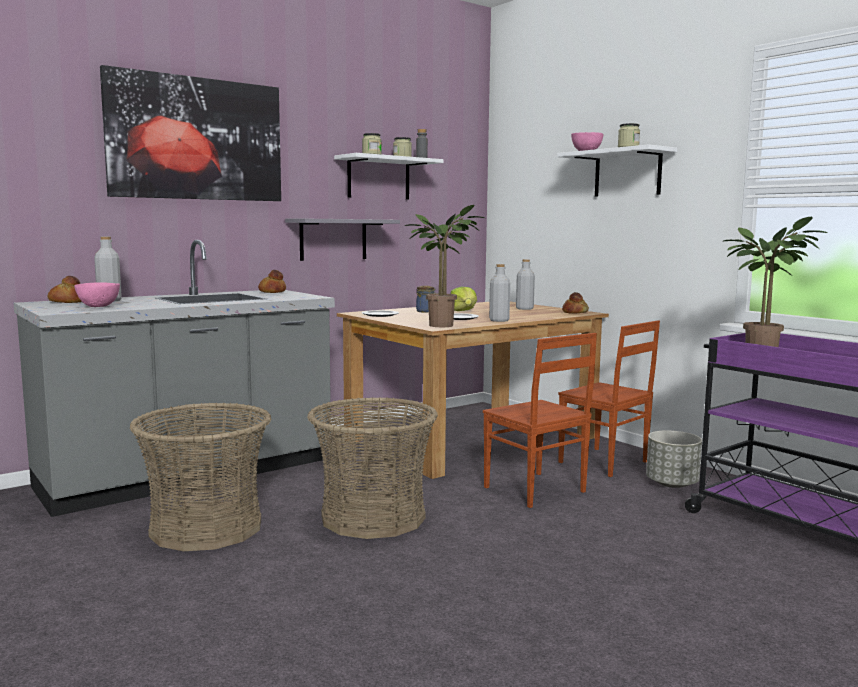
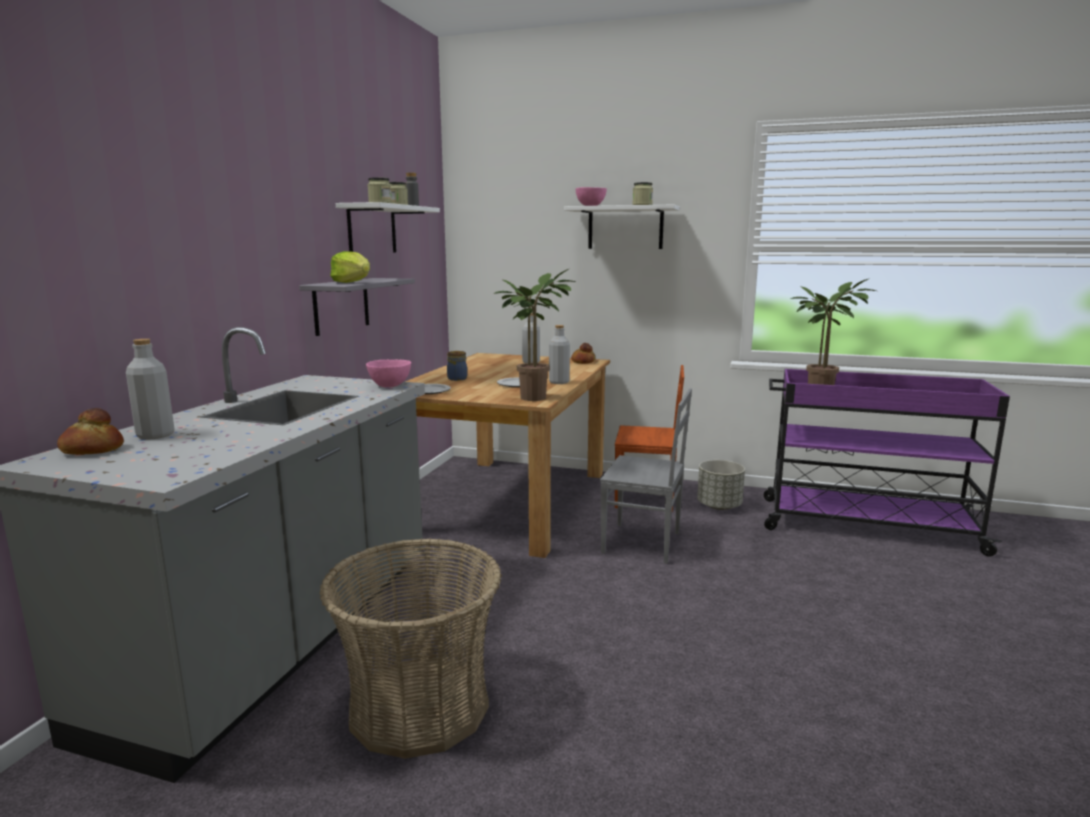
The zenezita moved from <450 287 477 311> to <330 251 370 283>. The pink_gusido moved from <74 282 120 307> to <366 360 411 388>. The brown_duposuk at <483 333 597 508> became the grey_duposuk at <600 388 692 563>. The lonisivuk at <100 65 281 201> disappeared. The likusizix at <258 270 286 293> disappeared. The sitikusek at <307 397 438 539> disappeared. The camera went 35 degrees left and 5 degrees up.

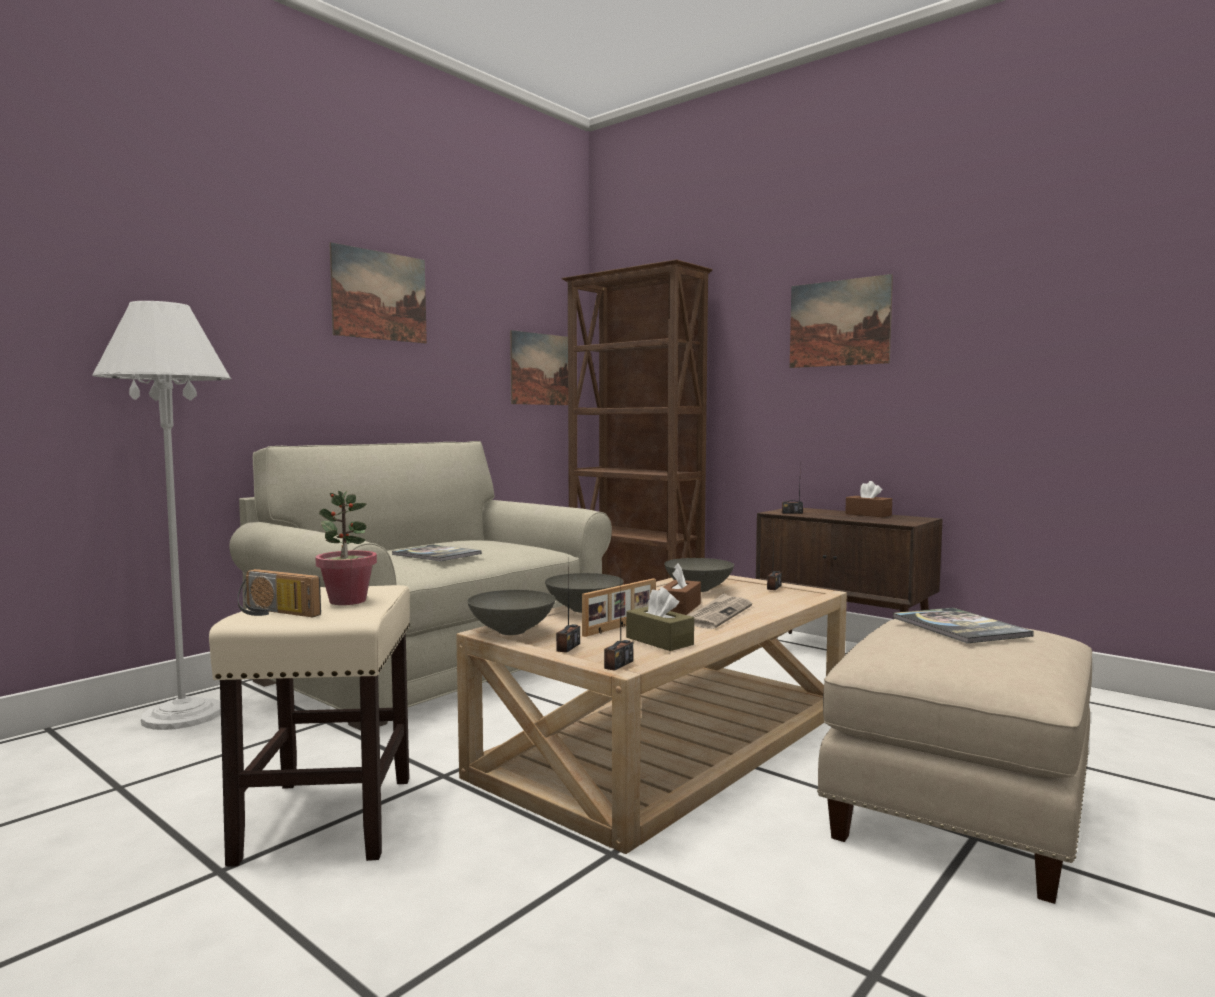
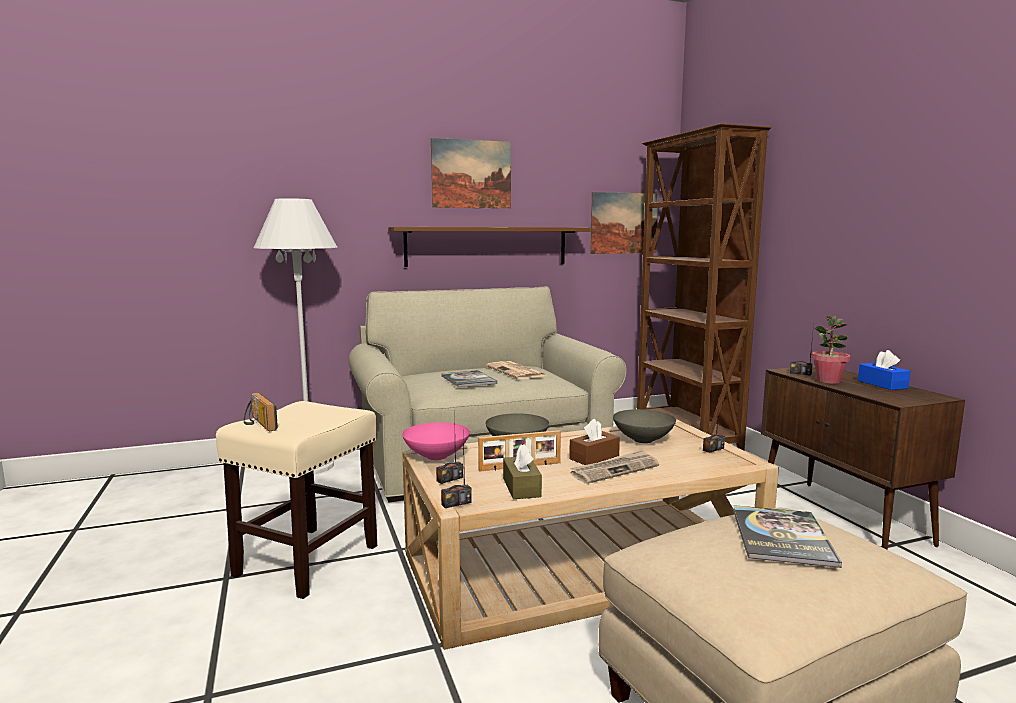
The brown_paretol at <388 227 591 267> appeared. The grey_gusido at <467 590 555 635> became the pink_gusido at <402 422 470 460>. The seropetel at <486 361 546 379> appeared. The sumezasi moved from <316 491 377 605> to <812 315 850 384>. The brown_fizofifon at <845 481 892 517> became the blue_fizofifon at <858 350 911 390>. The lonisivuk at <790 274 893 368> disappeared. The camera went 30 degrees right and 5 degrees up.

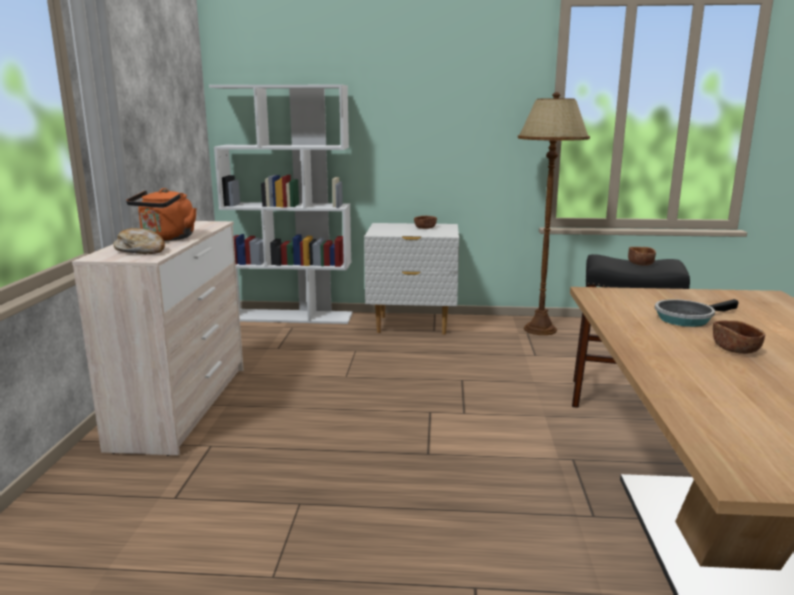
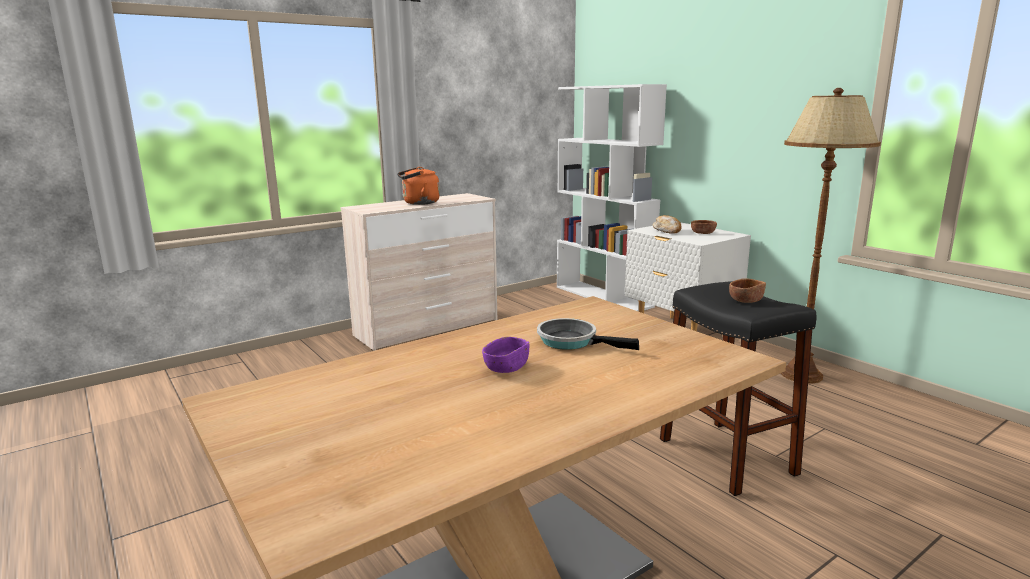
The brown_gusido at <713 320 765 354> became the purple_gusido at <482 337 529 373>. The likusizix moved from <113 228 165 254> to <653 215 681 234>. The camera went 50 degrees right and 0 degrees up.

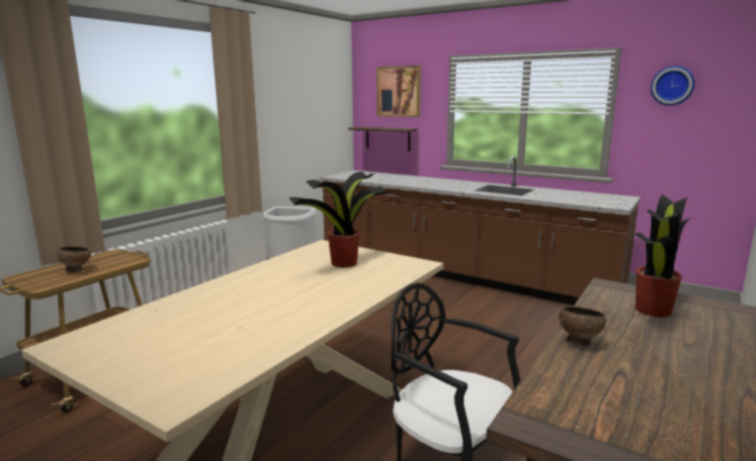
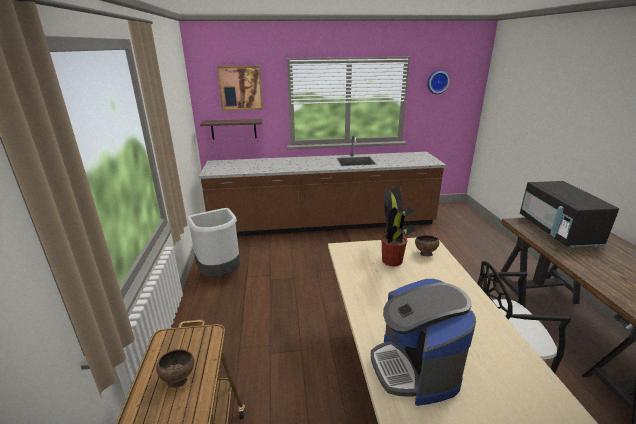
The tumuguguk at <371 279 476 406> appeared. The brown_gusido moved from <559 306 606 346> to <415 235 439 257>. The sumezasi at <635 194 693 317> was replaced by the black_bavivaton at <520 181 619 249>. The camera went 40 degrees left and 10 degrees up.

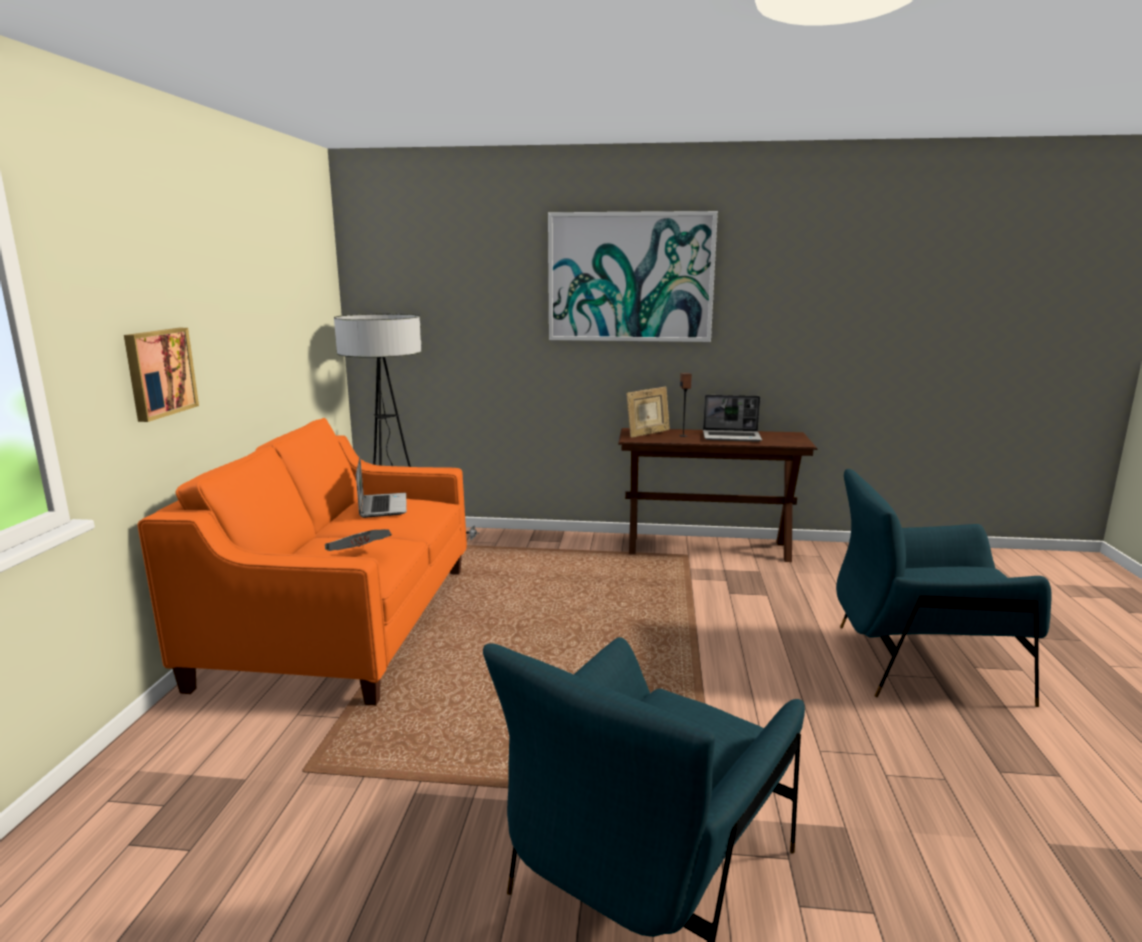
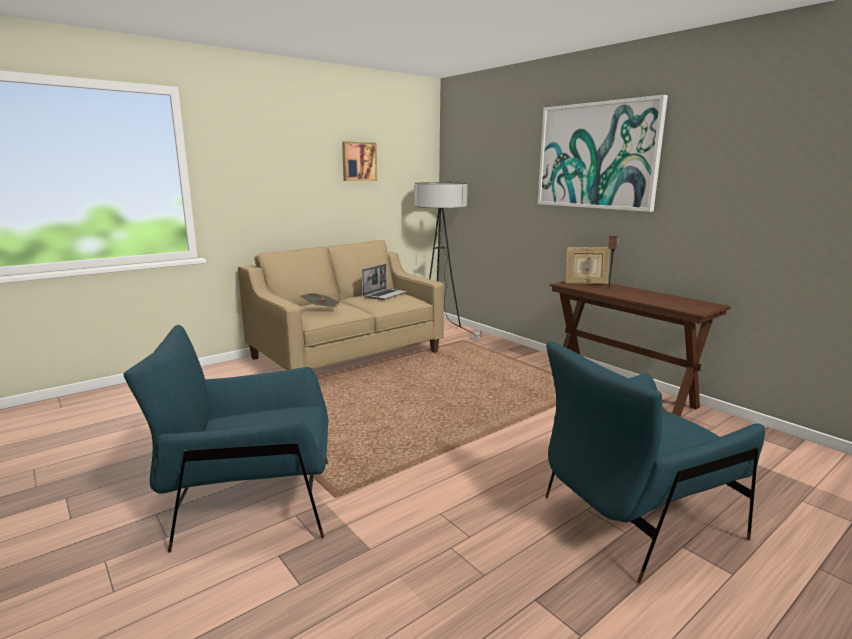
The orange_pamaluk at <138 418 467 705> became the beige_pamaluk at <238 240 444 370>. The lonisivuk moved from <124 328 199 422> to <342 141 377 181>. The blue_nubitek at <836 469 1052 707> turned 75 degrees counterclockwise. The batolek at <703 395 762 442> disappeared. The camera went 45 degrees right and 0 degrees up.

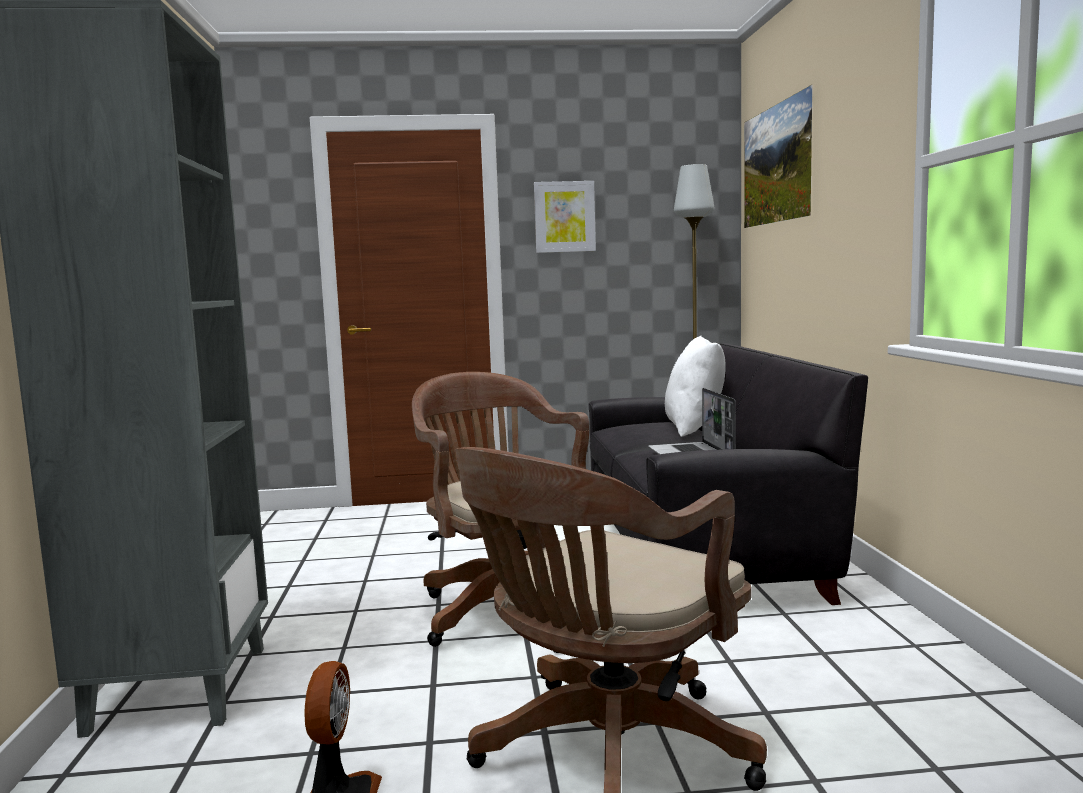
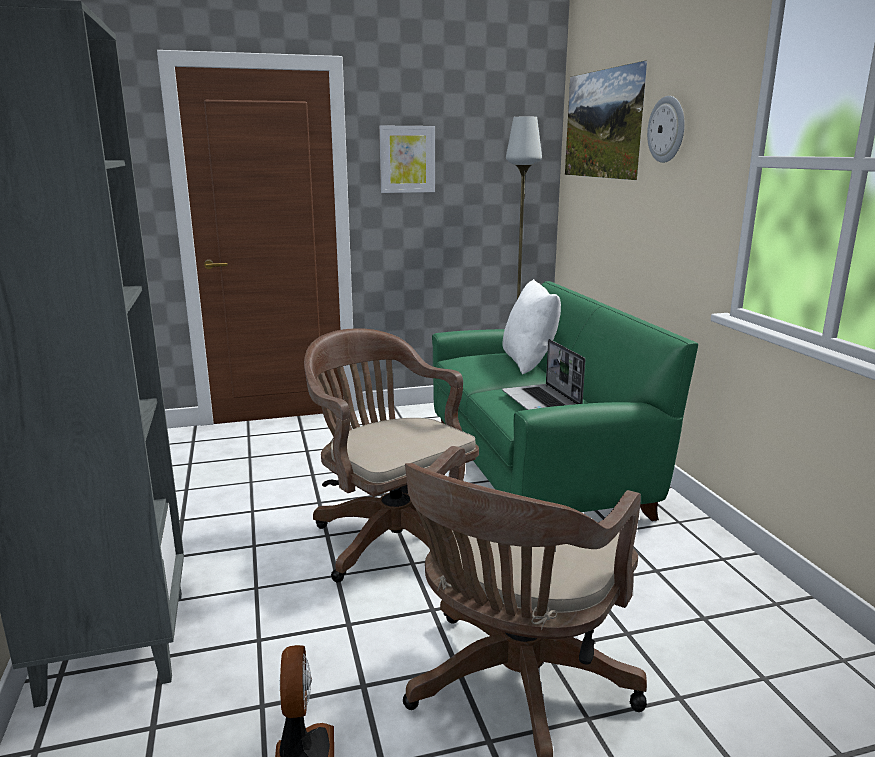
The black_pamaluk at <589 343 868 605> became the green_pamaluk at <432 281 698 521>. The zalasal at <647 96 685 163> appeared. The camera went 10 degrees left and 10 degrees up.

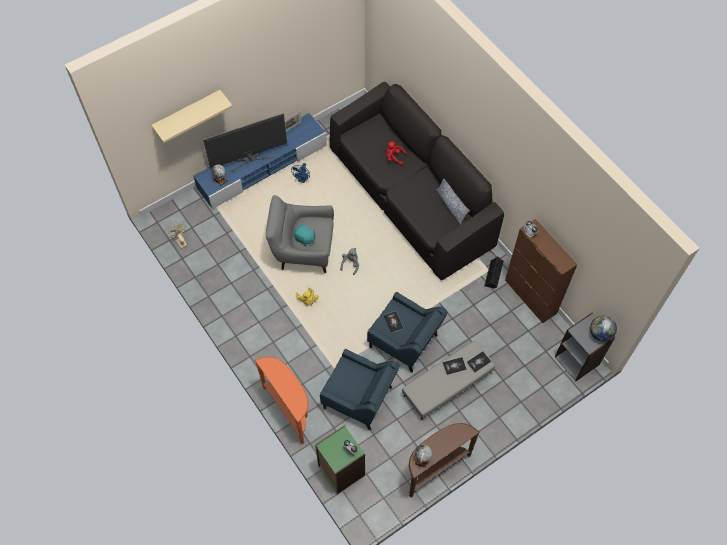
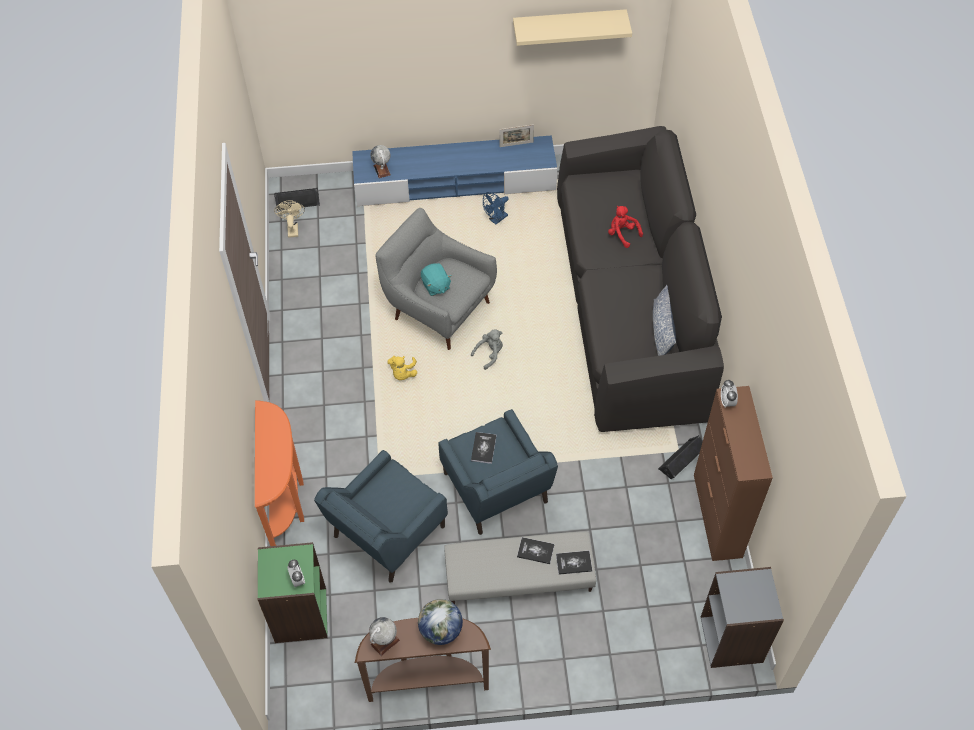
The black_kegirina at <274 188 320 211> appeared. The blue_nubitek at <320 349 400 430> turned 75 degrees clockwise. The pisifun moved from <590 316 617 342> to <418 599 463 645>. The beige_paretol moved from <151 90 233 143> to <513 9 632 46>. The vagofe at <203 113 287 172> disappeared. The camera went 30 degrees right and 5 degrees down.

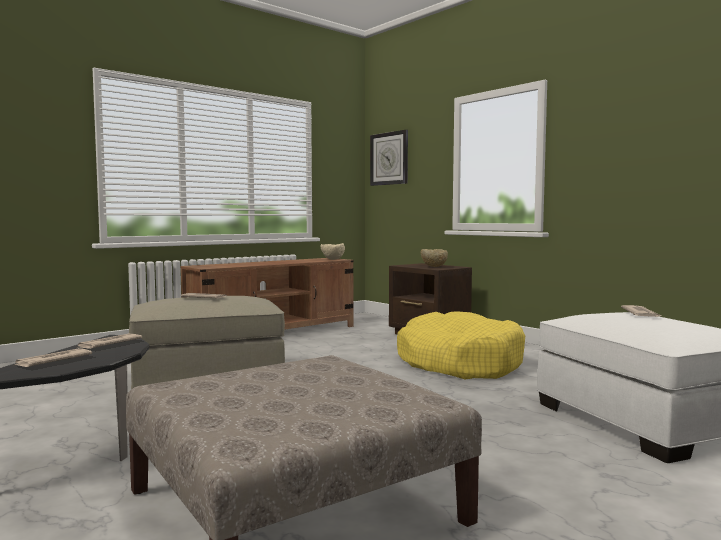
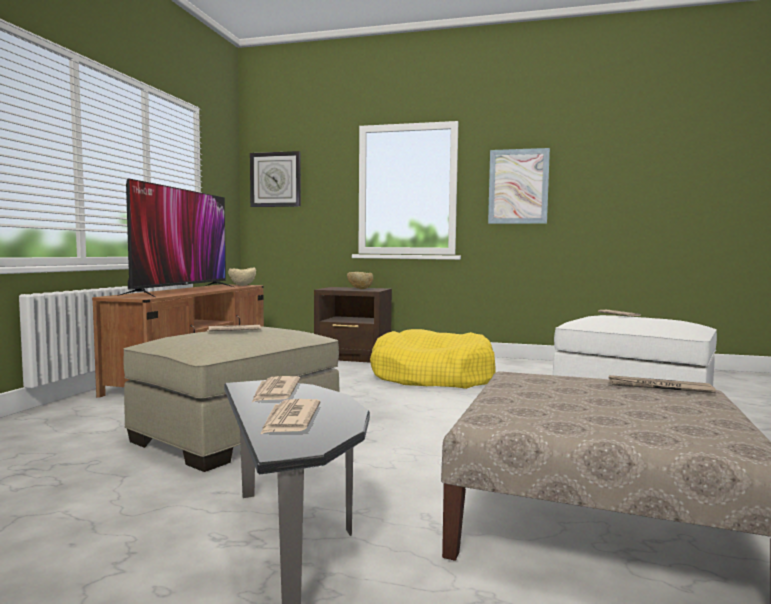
The vagofe at <117 178 233 297> appeared. The lonisivuk at <488 148 550 224> appeared. The seropetel at <609 375 716 393> appeared. The camera went 35 degrees left and 0 degrees up.

